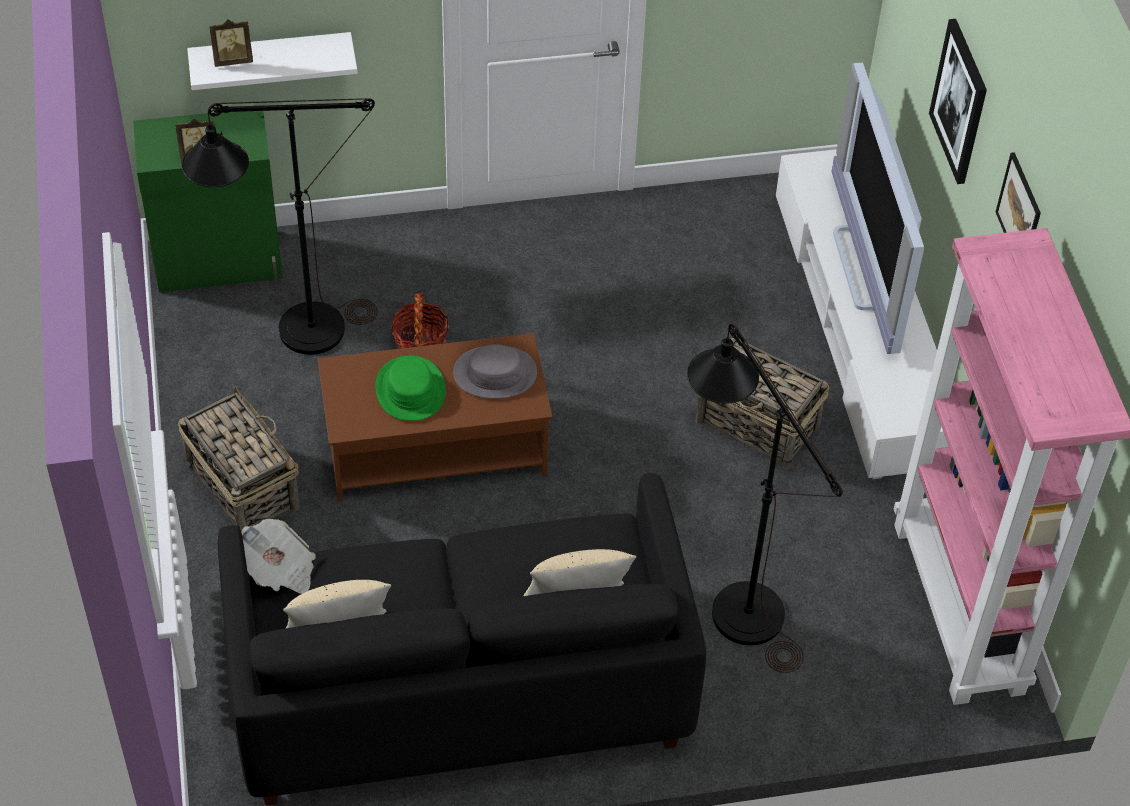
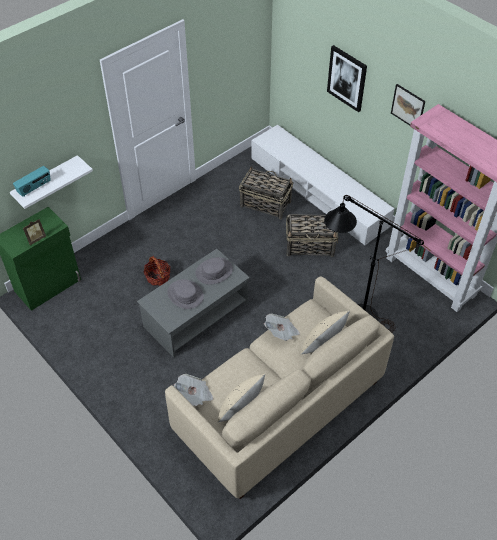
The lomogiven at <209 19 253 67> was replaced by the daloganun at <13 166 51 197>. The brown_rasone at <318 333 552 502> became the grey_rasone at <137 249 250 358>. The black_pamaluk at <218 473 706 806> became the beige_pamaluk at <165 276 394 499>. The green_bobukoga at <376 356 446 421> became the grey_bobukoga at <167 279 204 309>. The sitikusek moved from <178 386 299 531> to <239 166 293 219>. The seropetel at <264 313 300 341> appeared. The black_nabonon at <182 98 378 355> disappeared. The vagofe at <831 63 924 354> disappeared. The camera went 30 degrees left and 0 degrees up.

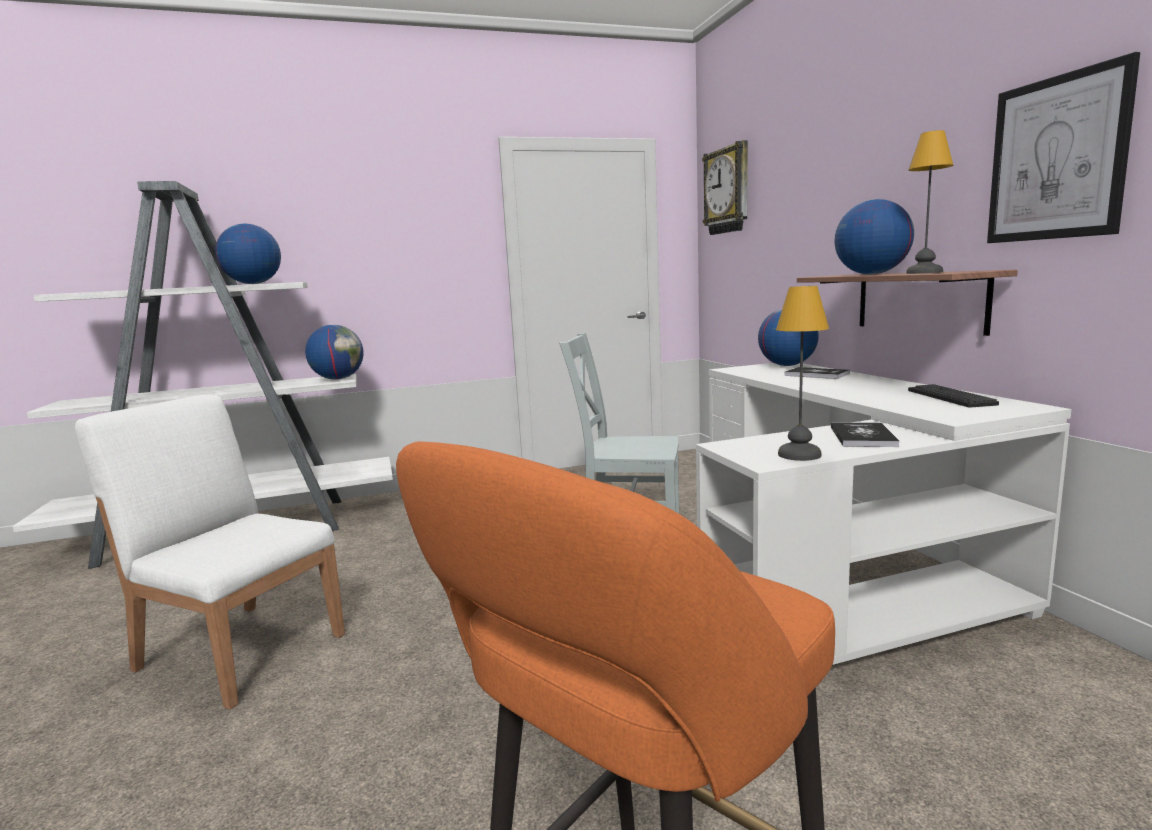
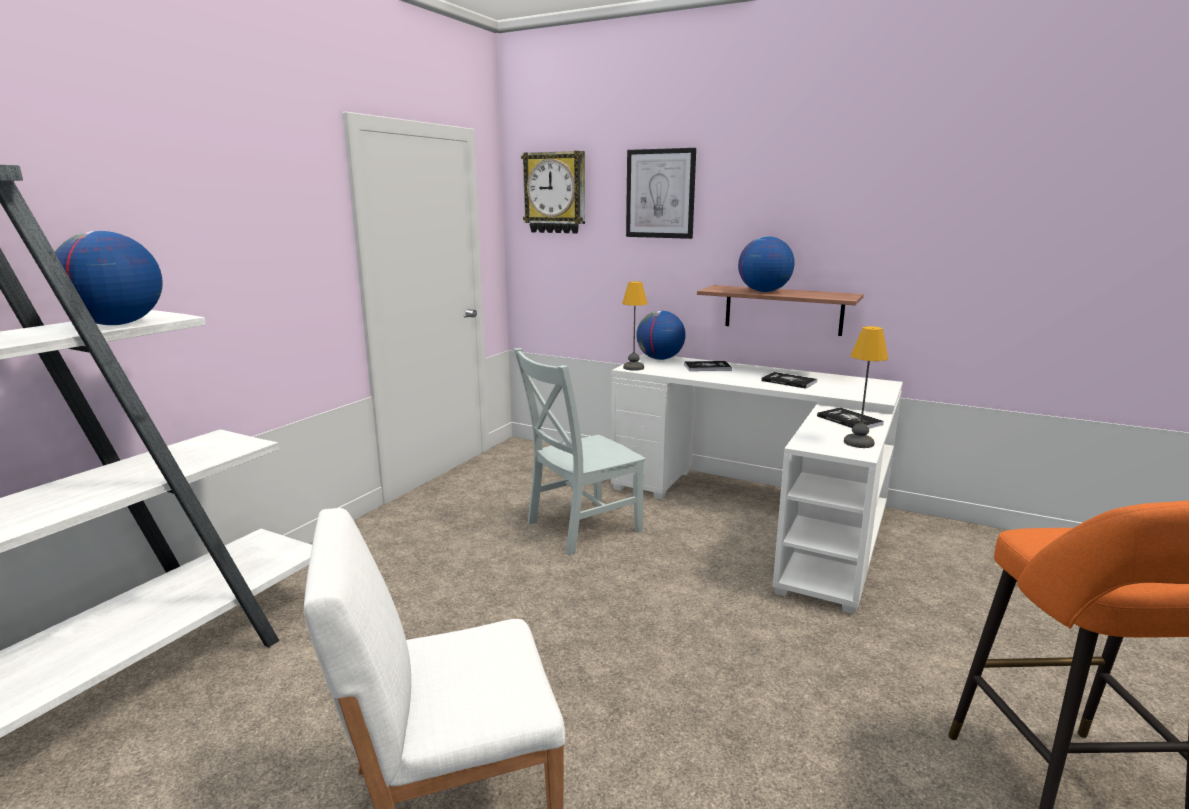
The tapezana moved from <906 130 953 274> to <622 281 648 371>. The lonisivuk moved from <987 52 1140 243> to <626 148 696 239>. The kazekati at <762 372 817 389> appeared. The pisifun at <305 325 364 380> disappeared. The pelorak at <908 384 999 408> disappeared. The camera went 45 degrees left and 5 degrees up.

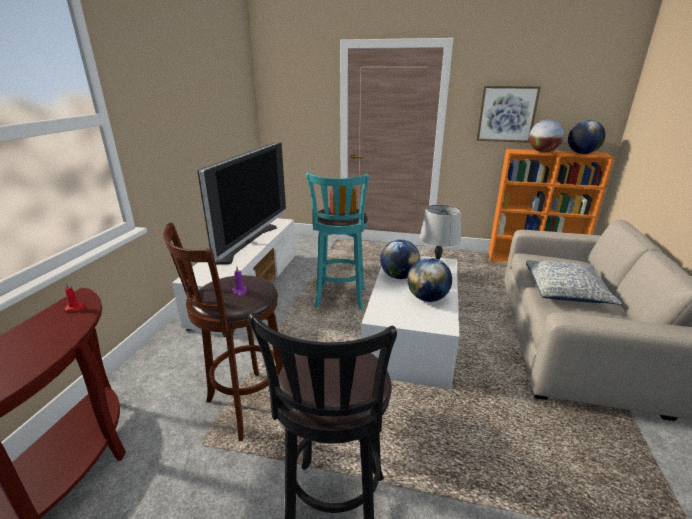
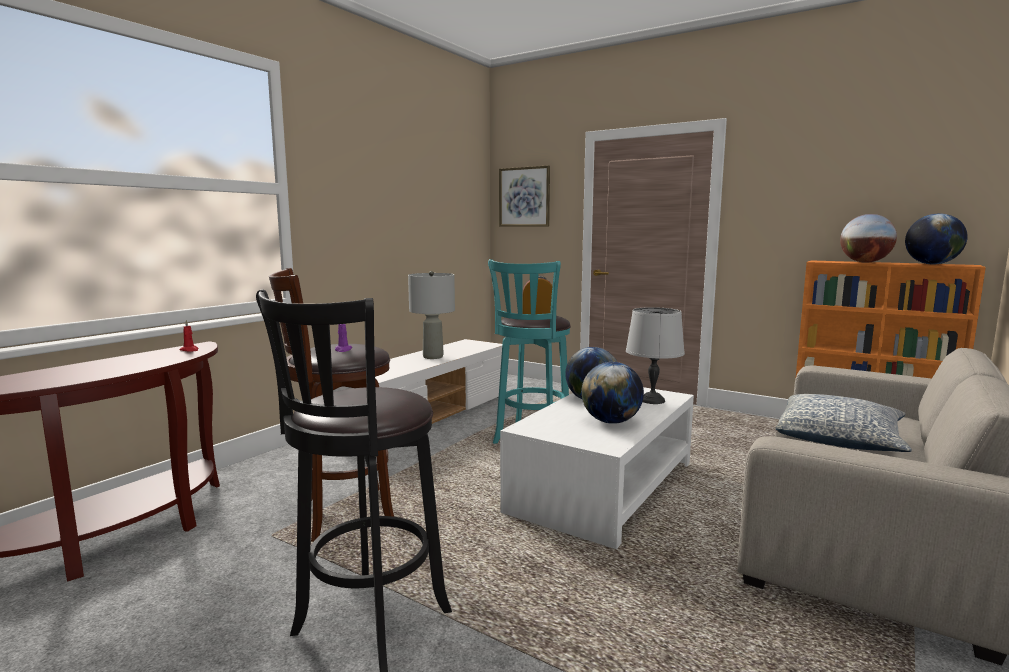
The vagofe at <197 142 286 264> was replaced by the grey_tapezana at <408 271 455 359>. The lonisivuk moved from <477 86 541 143> to <499 165 550 227>. The camera went 20 degrees right and 15 degrees down.

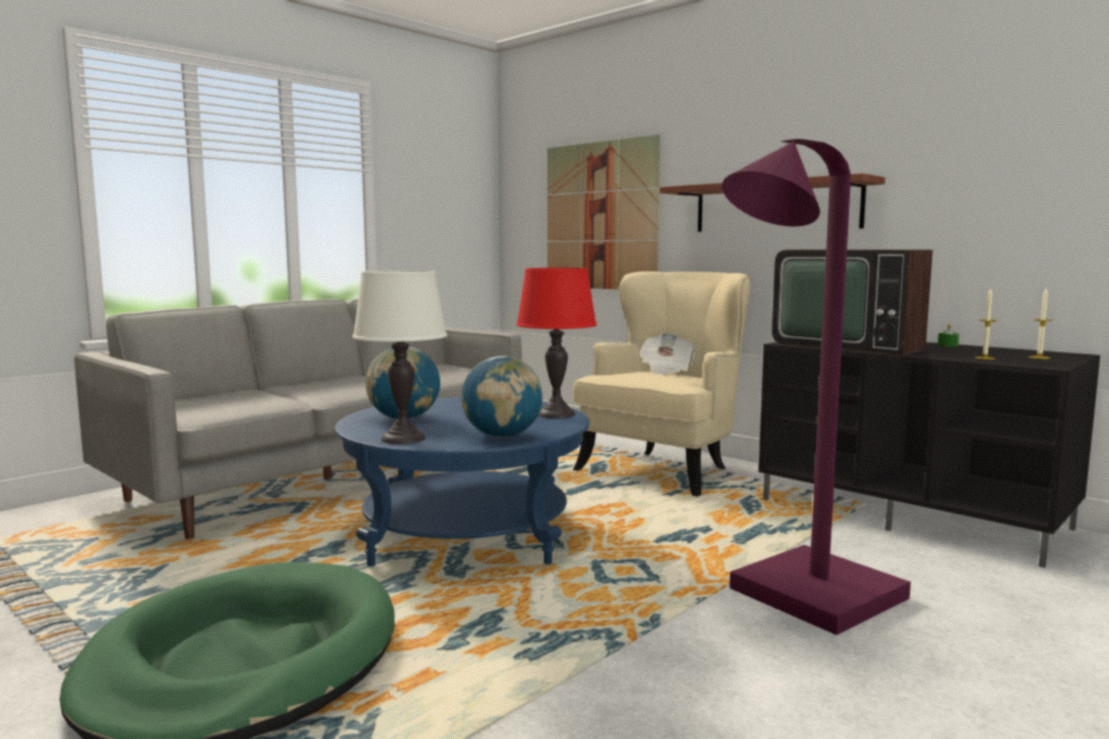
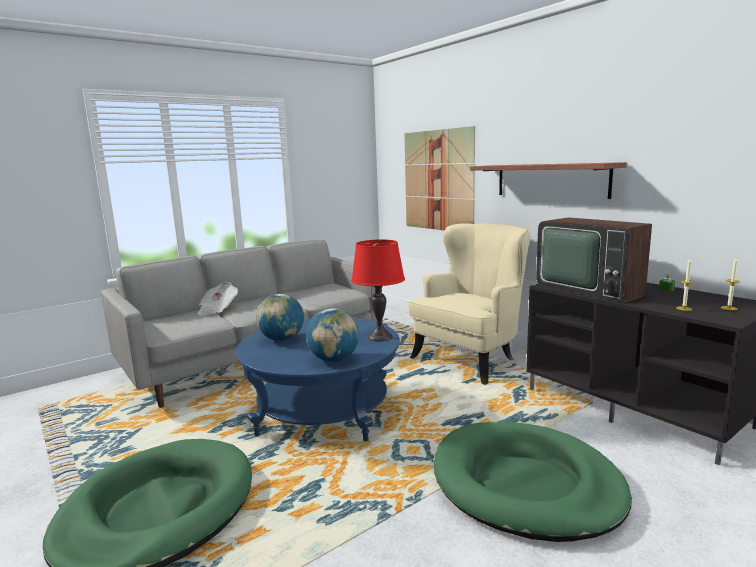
The seropetel moved from <639 334 696 375> to <197 282 238 315>. The purple_nabonon at <722 139 911 635> was replaced by the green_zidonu at <434 422 632 542>. The white_tapezana at <352 270 447 444> disappeared. The camera went 10 degrees right and 5 degrees up.

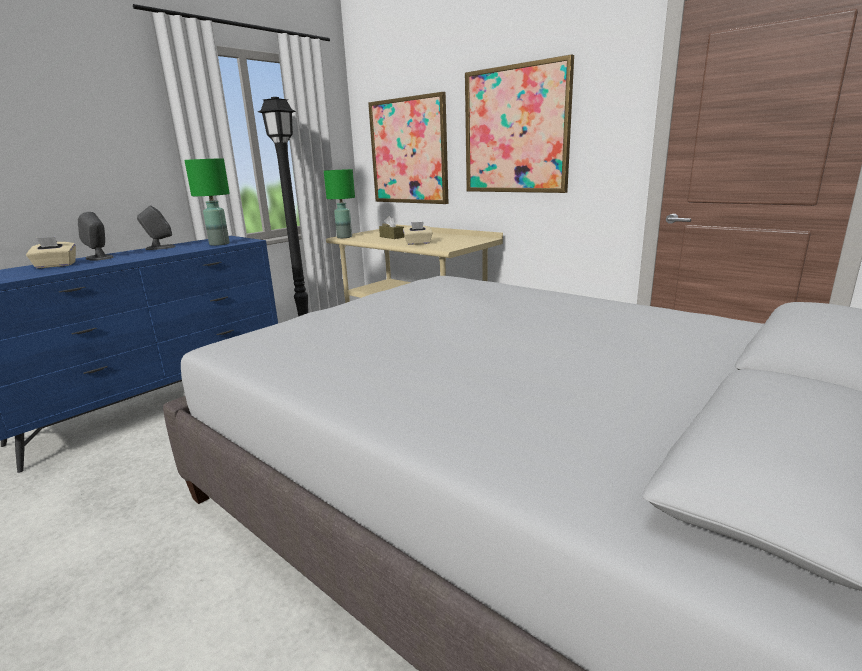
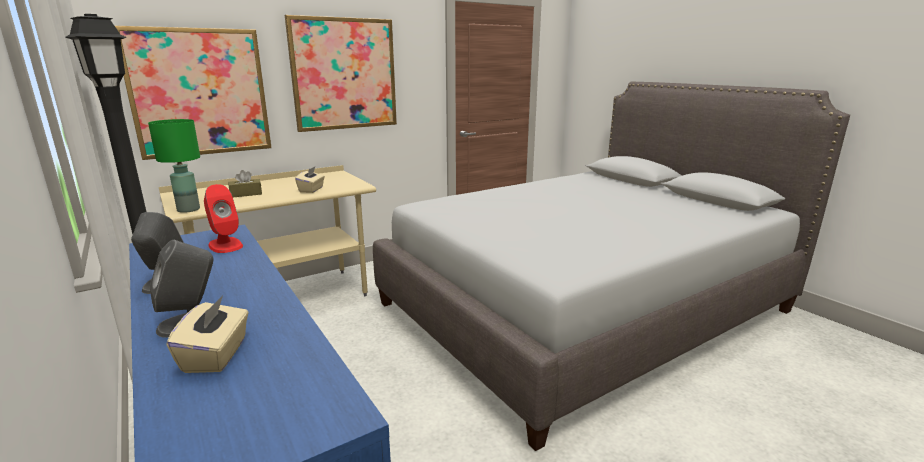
The green_tapezana at <184 158 230 246> was replaced by the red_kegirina at <204 184 243 253>. The camera went 75 degrees left and 0 degrees up.

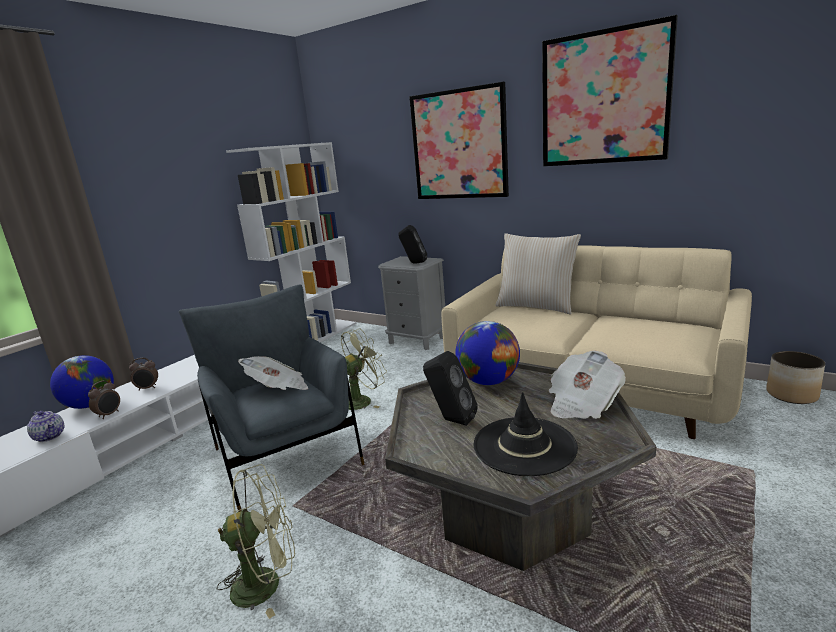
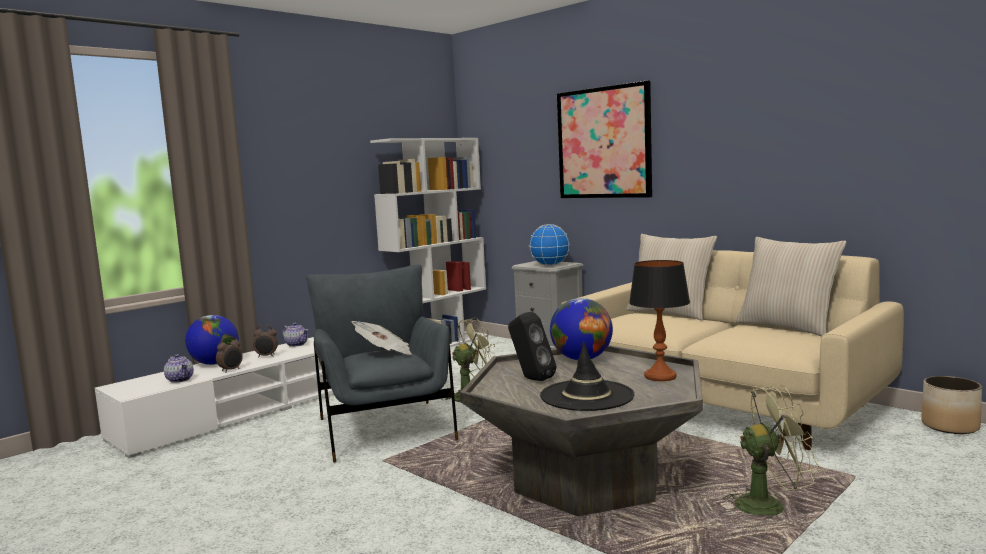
The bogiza at <282 323 308 347> appeared. The black_kegirina at <398 225 427 263> was replaced by the pisifun at <529 224 570 266>. The seropetel at <549 351 626 419> was replaced by the tapezana at <629 260 690 381>. The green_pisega moved from <217 464 295 619> to <723 385 819 518>. The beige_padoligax at <736 237 846 337> appeared. The lonisivuk at <542 15 678 166> disappeared. The camera went 10 degrees right and 10 degrees down.

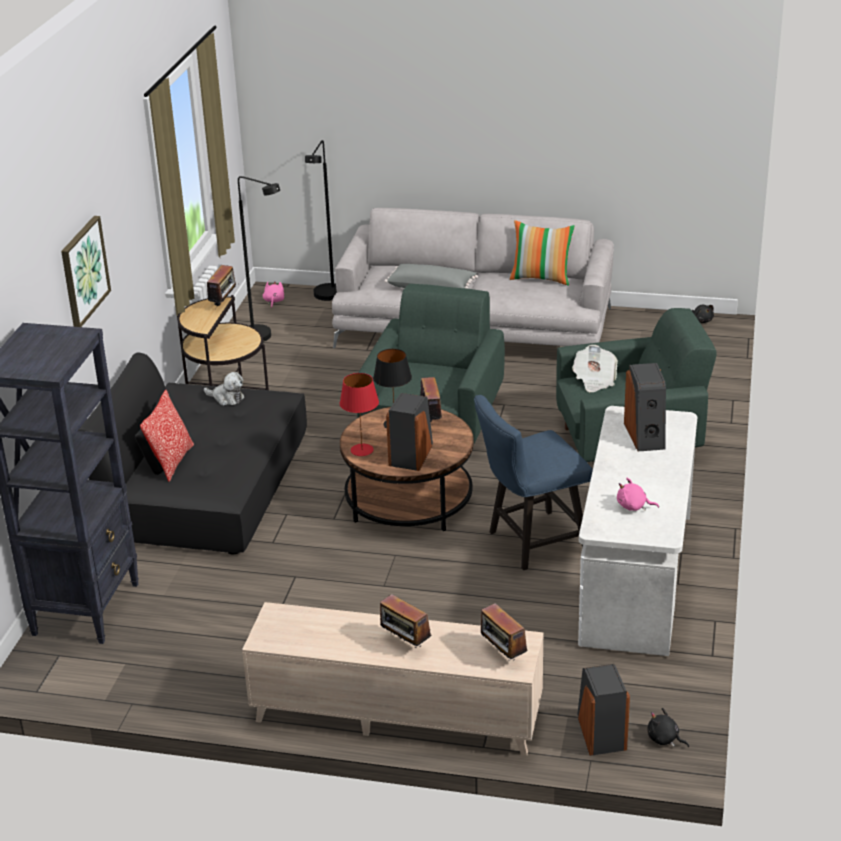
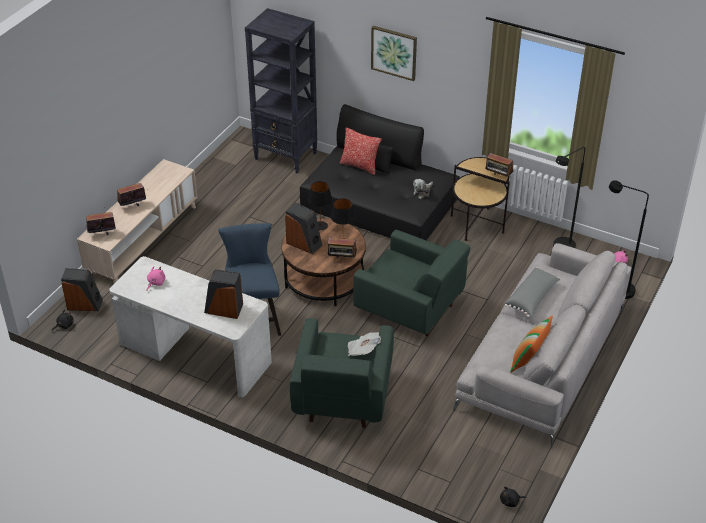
The red_tapezana at <340 373 379 456> became the black_tapezana at <308 181 332 230>. The camera went 105 degrees right and 10 degrees up.

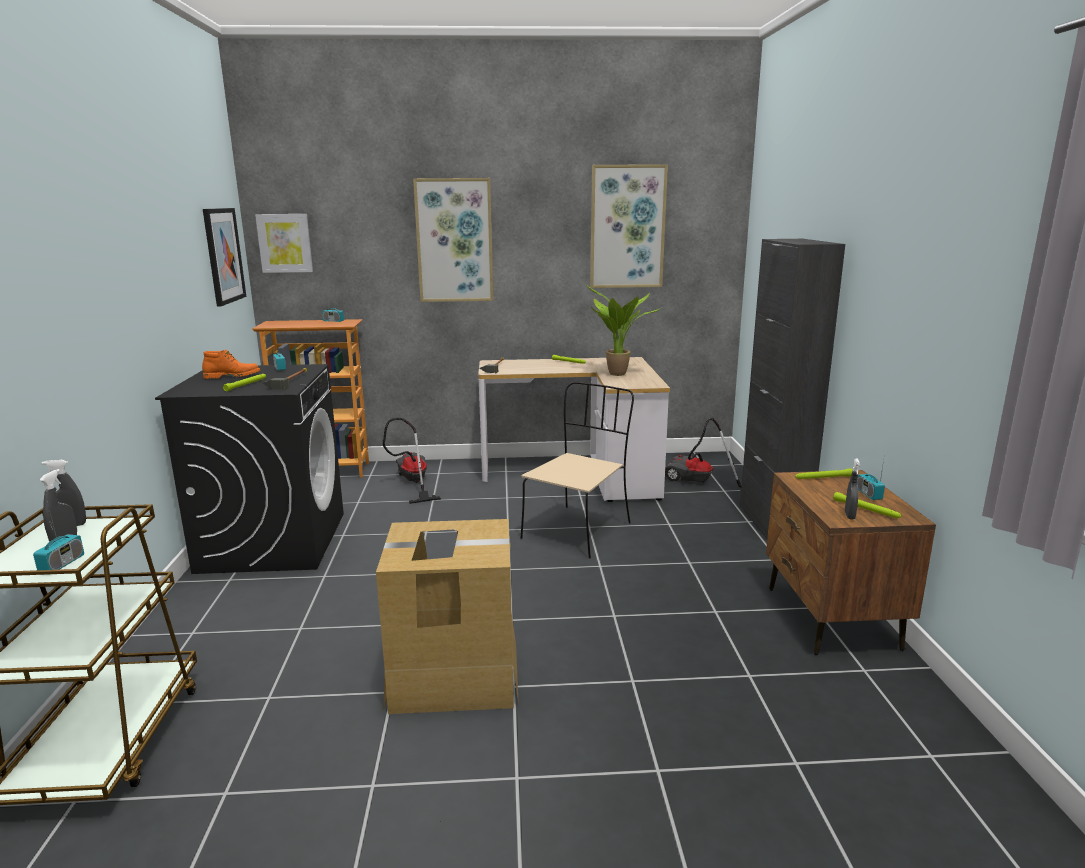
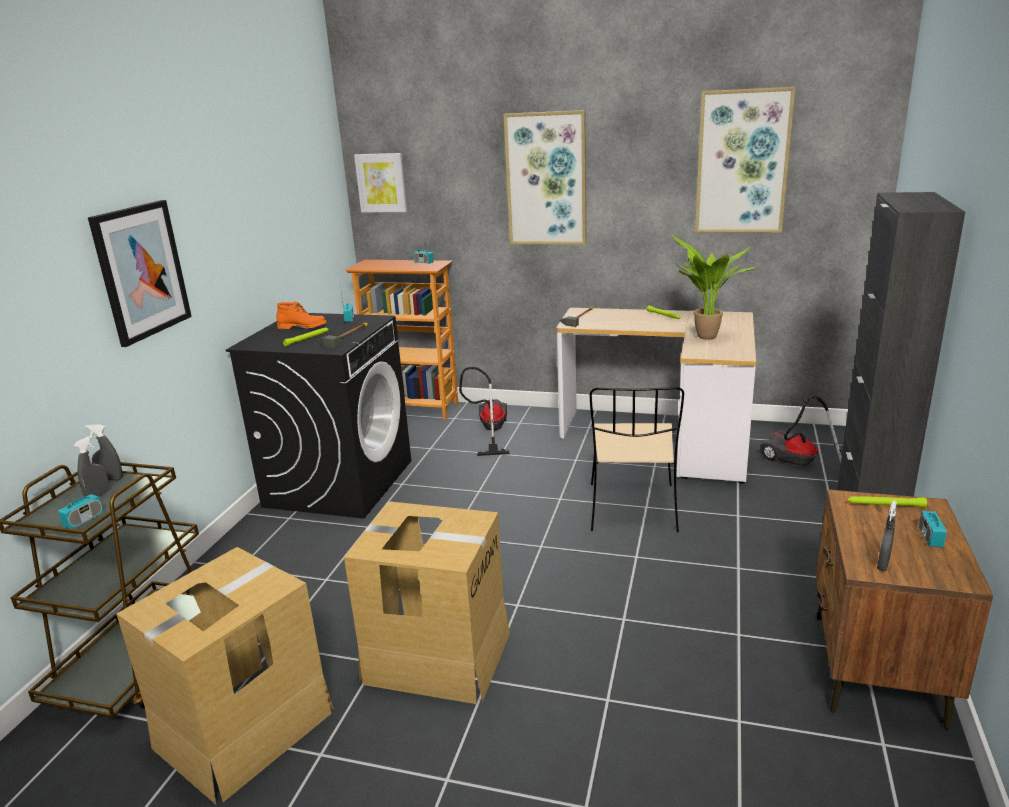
The lonisivuk moved from <203 208 246 307> to <88 200 192 347>. The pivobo at <116 547 334 805> appeared. The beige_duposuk at <520 382 634 558> turned 135 degrees clockwise. The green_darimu at <833 492 902 518> disappeared. The camera went 20 degrees right and 5 degrees up.

